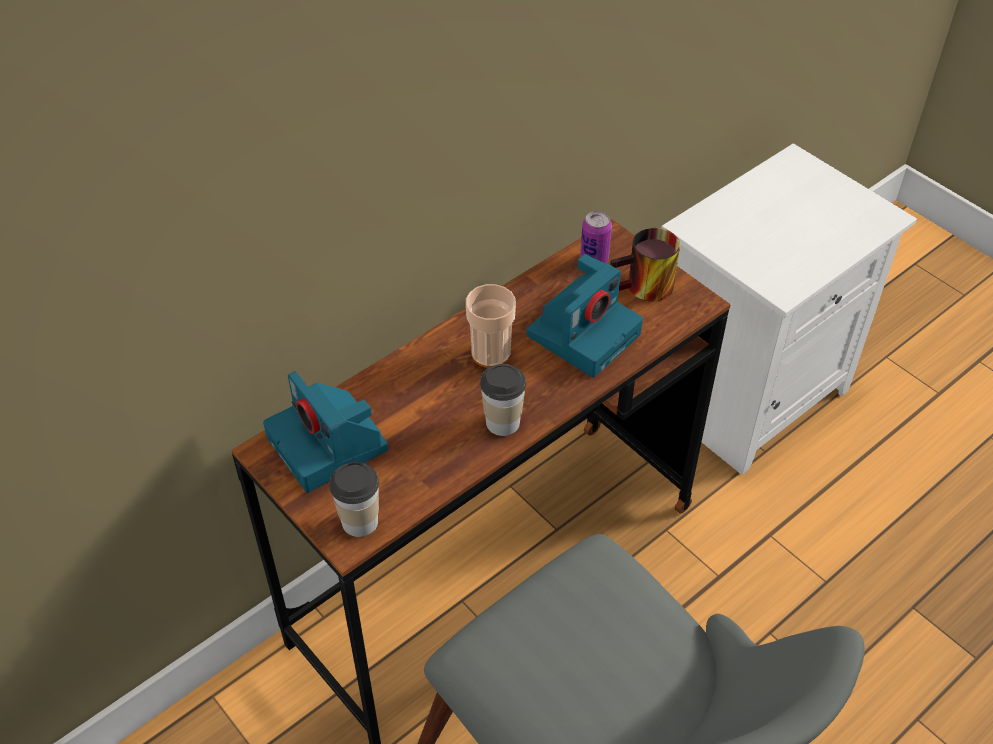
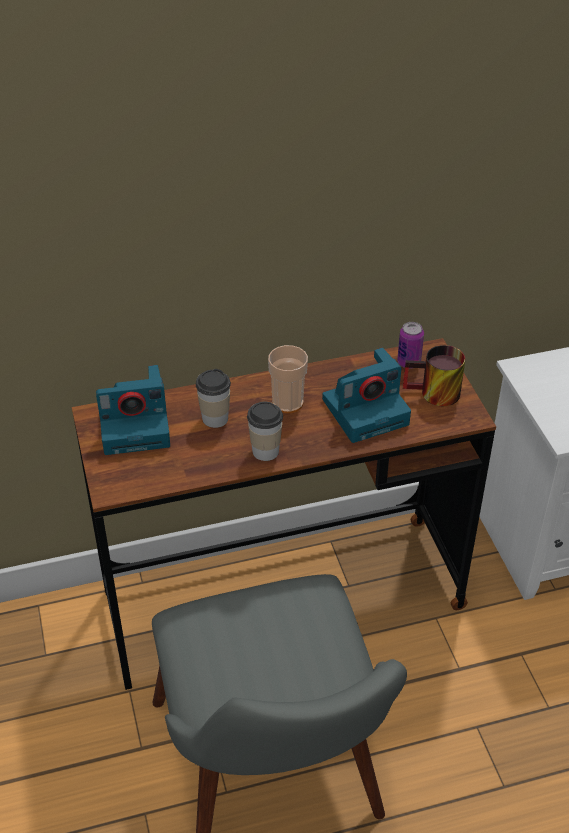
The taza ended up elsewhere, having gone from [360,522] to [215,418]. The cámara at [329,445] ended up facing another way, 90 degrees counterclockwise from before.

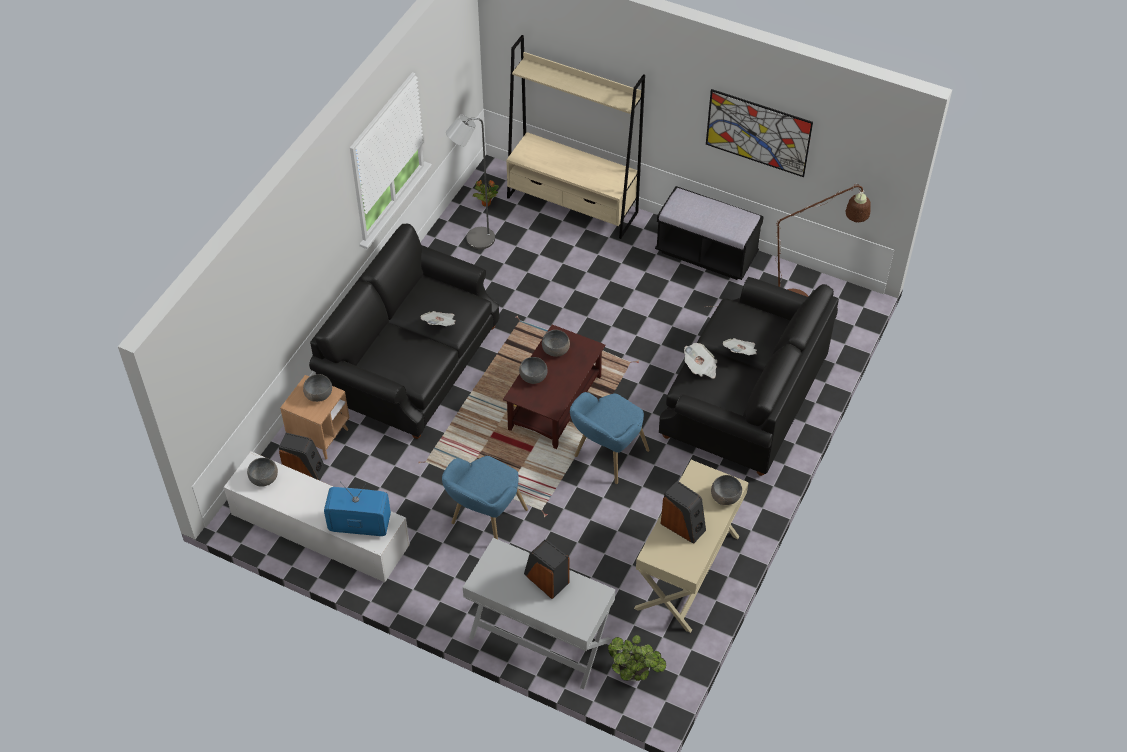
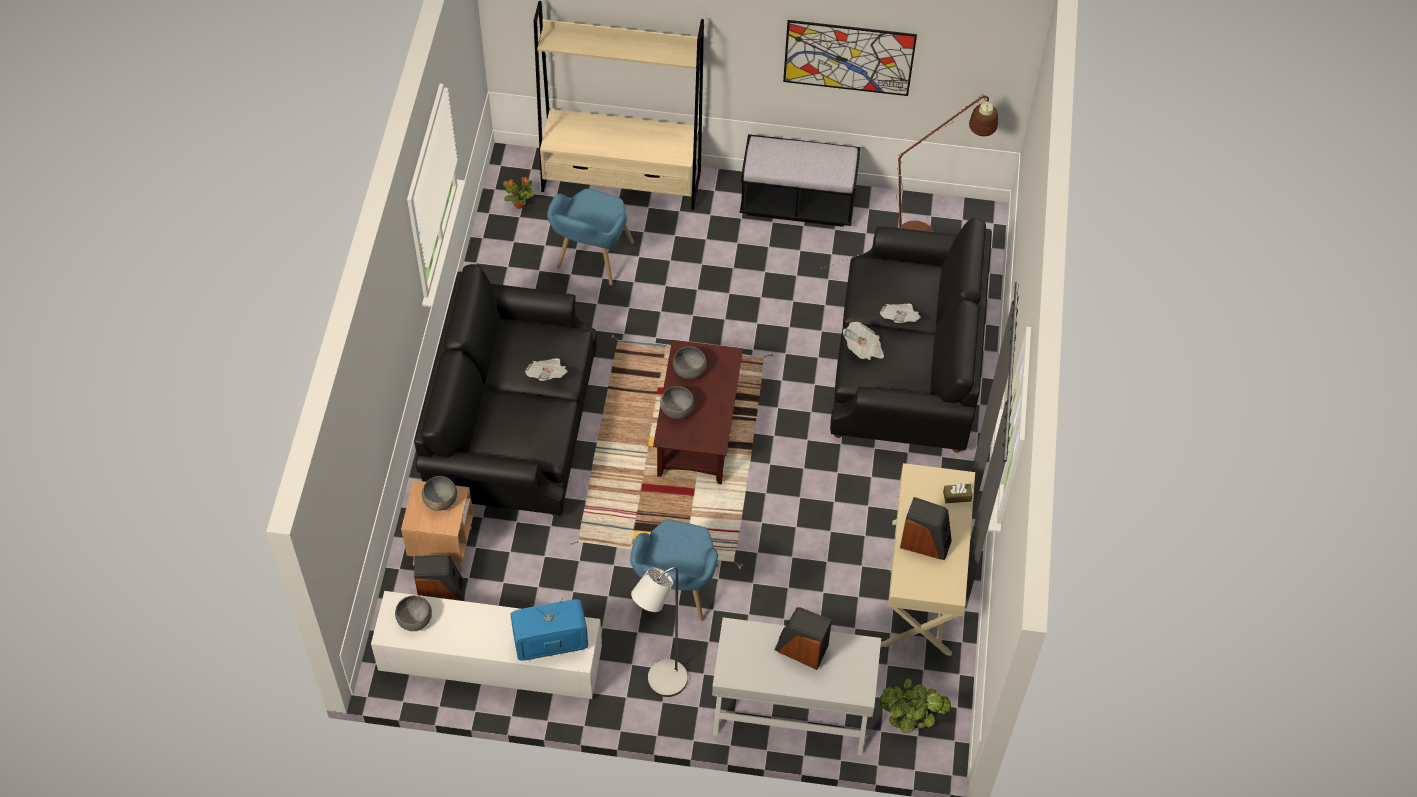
The lámpara de pie [gris] ended up elsewhere, having gone from [475,240] to [661,683]. The sillón [azul] ended up elsewhere, having gone from [605,460] to [591,263]. Where the cuenco [gris] stood at [725,497], the caja de pañuelos [marrón] came to stand at [957,496].

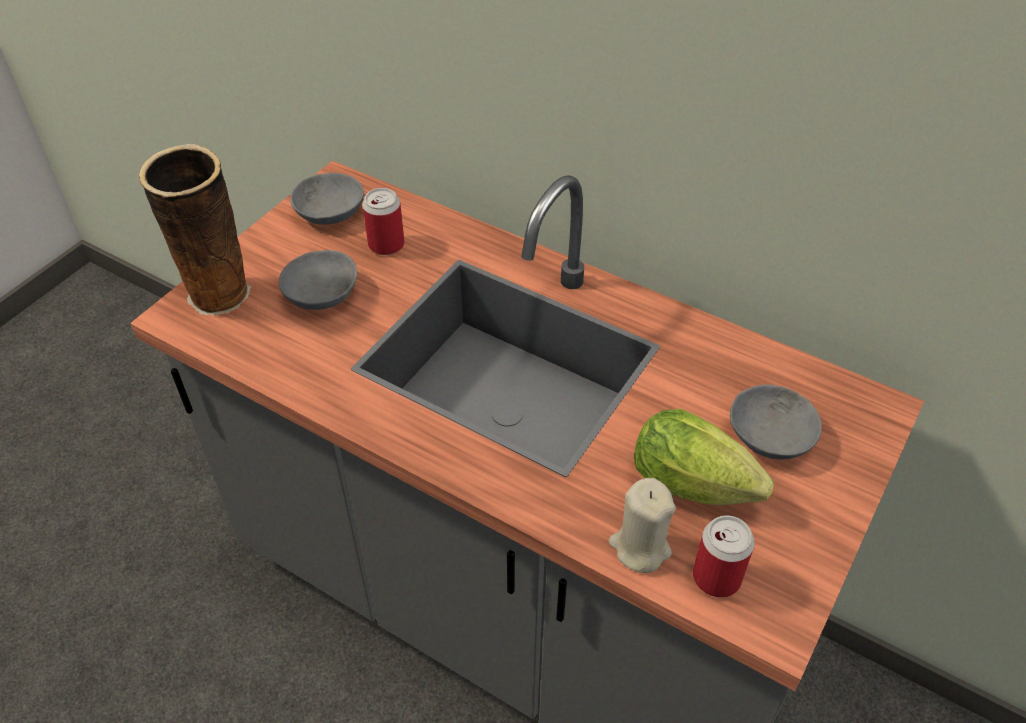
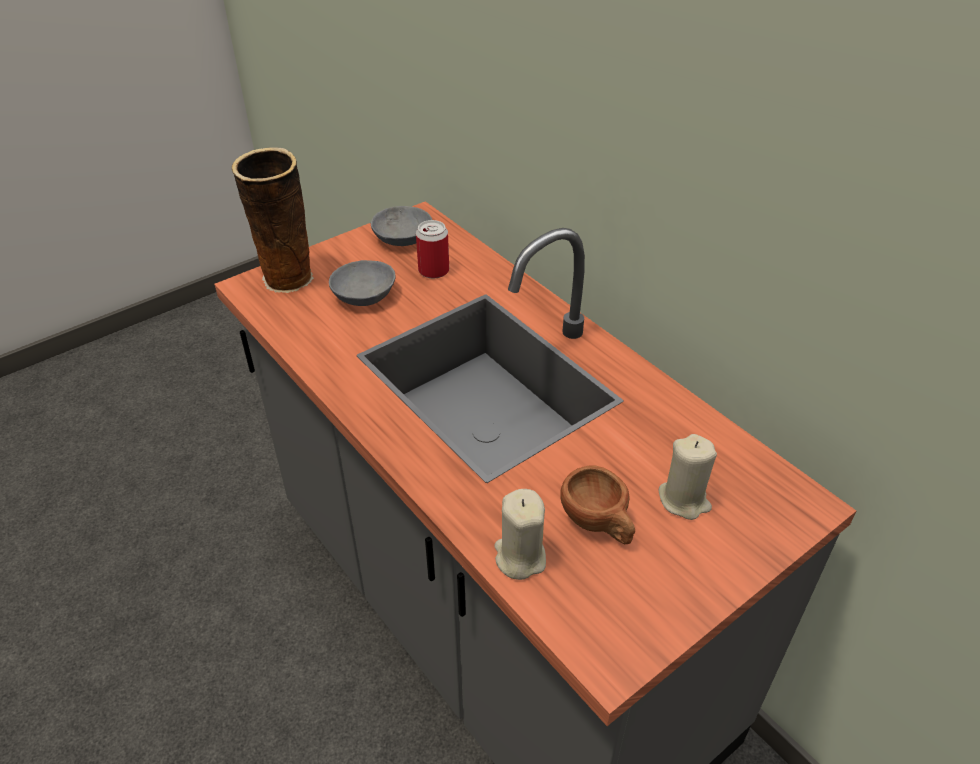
The second view lost the lata at [716,577]. Where the lechuga stood at [699,487], the taza [marrón] came to stand at [598,524]. Where the cuenco [gris] stood at [767,437], the vela [beis] came to stand at [684,500].

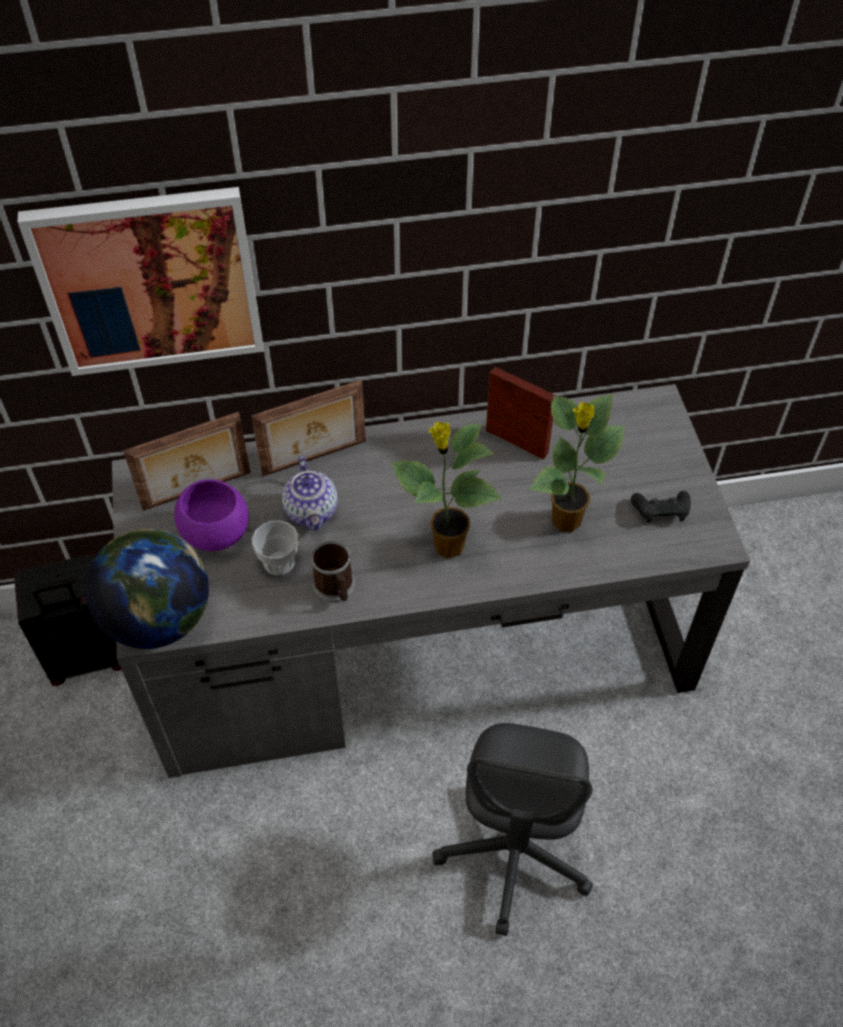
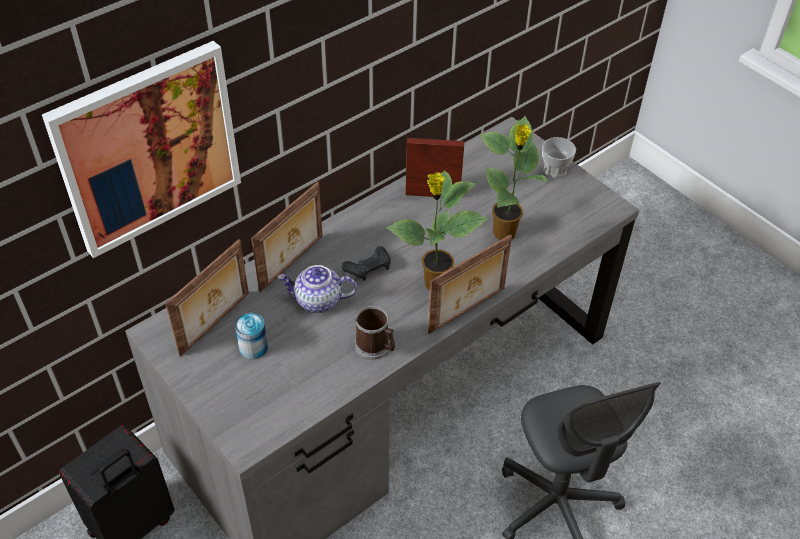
The second view lost the globo terráqueo at [159,618]. The second view gained the portarretratos at [467,311]. The taza ended up elsewhere, having gone from [279,562] to [555,170]. The mando de consola [negro] ended up elsewhere, having gone from [661,511] to [368,268]. Where the cuenco [morado] stood at [216,533], the lata came to stand at [253,347]. The tetera at [312,511] ended up facing another way, 135 degrees clockwise from before.

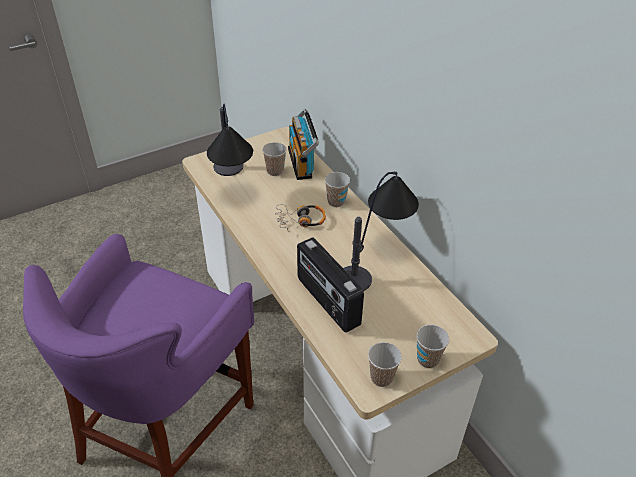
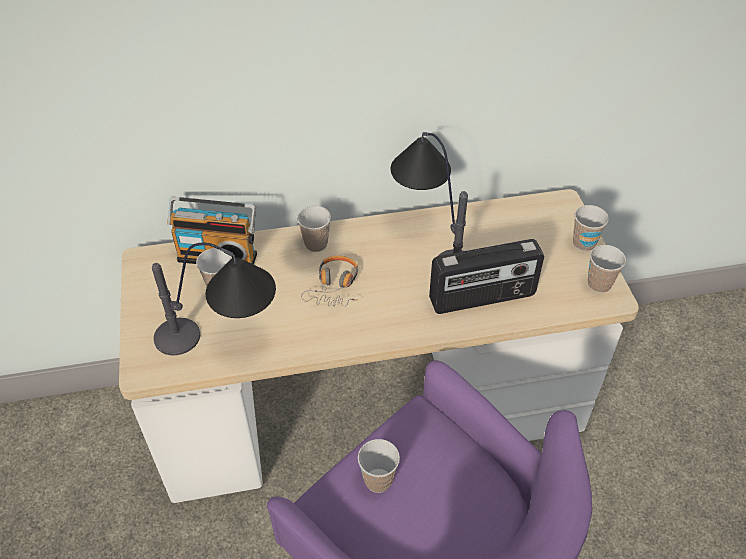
The second view gained the taza at [378,480].

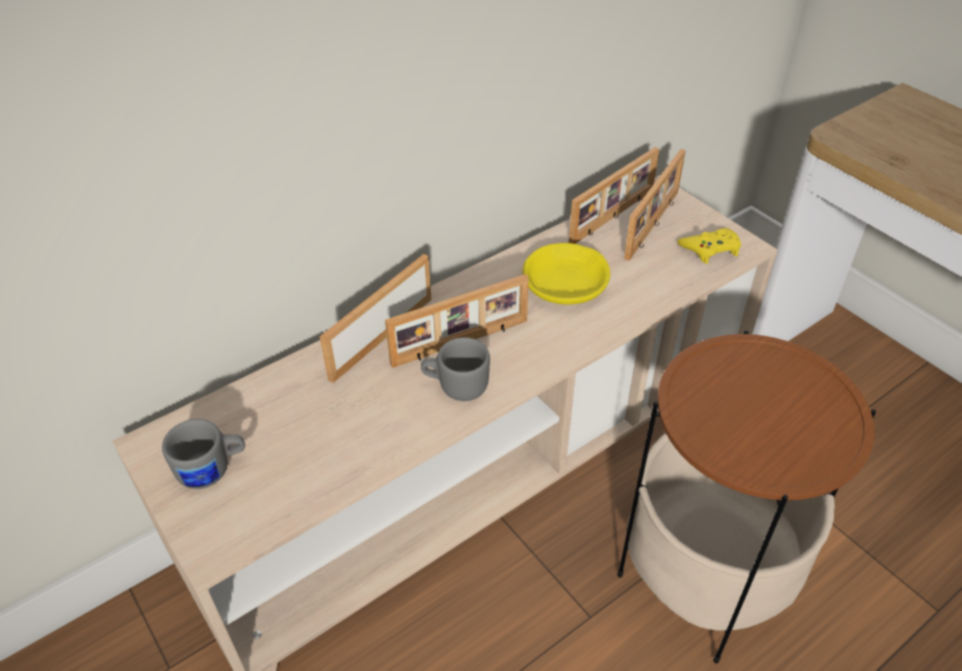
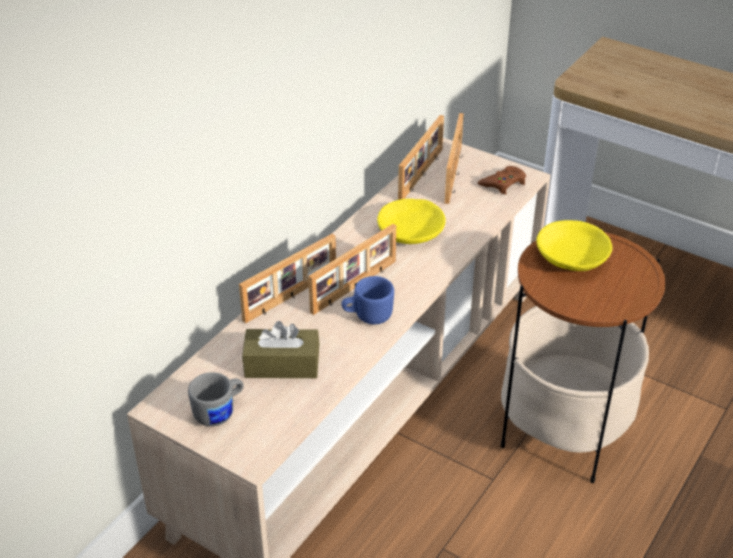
The second view gained the caja de pañuelos [marrón] at [282,365]. The second view gained the cuenco [amarillo] at [572,257]. What was the taza grande [gris] at [456,386] turned into the taza grande [azul] at [367,316]. What was the mando de consola [amarillo] at [710,249] turned into the mando de consola [marrón] at [503,183]. The portarretratos at [380,337] ended up facing another way, 150 degrees counterclockwise from before.

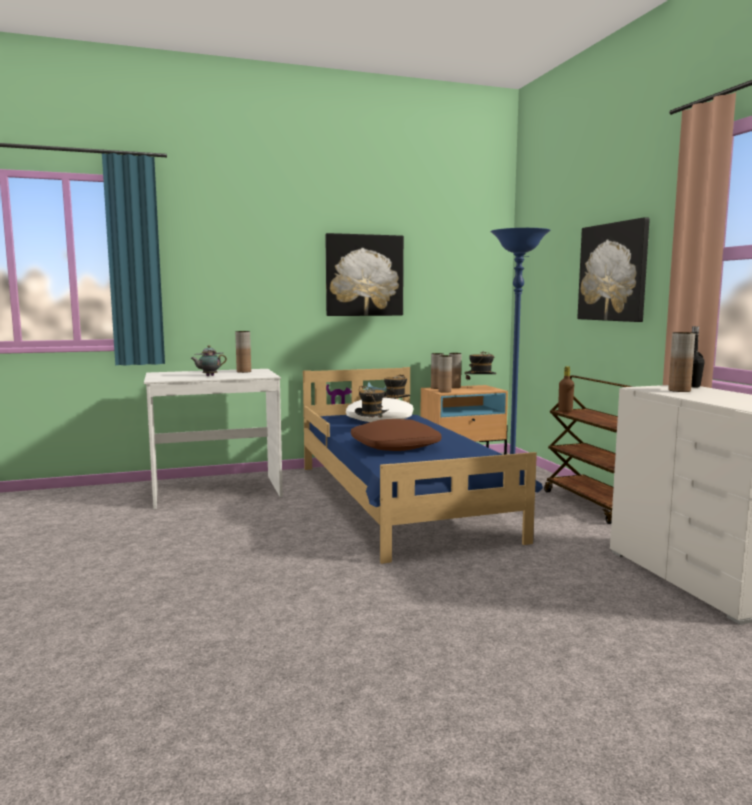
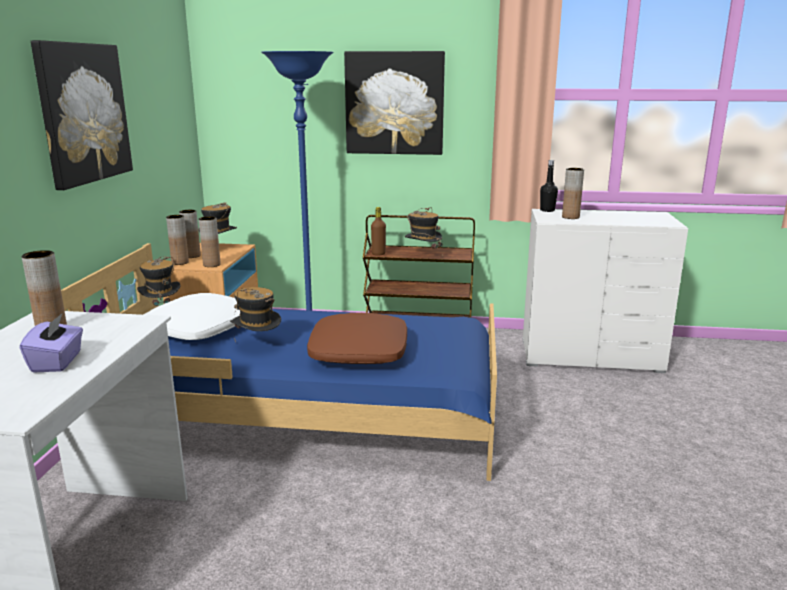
The second view gained the sombrero at [423,256]. Where the tetera stood at [208,376], the caja de pañuelos [morado] came to stand at [57,362].

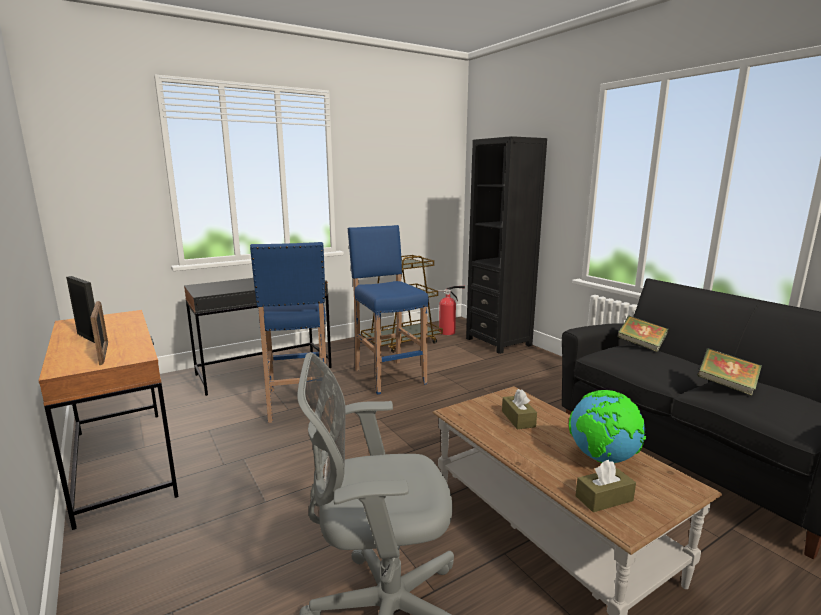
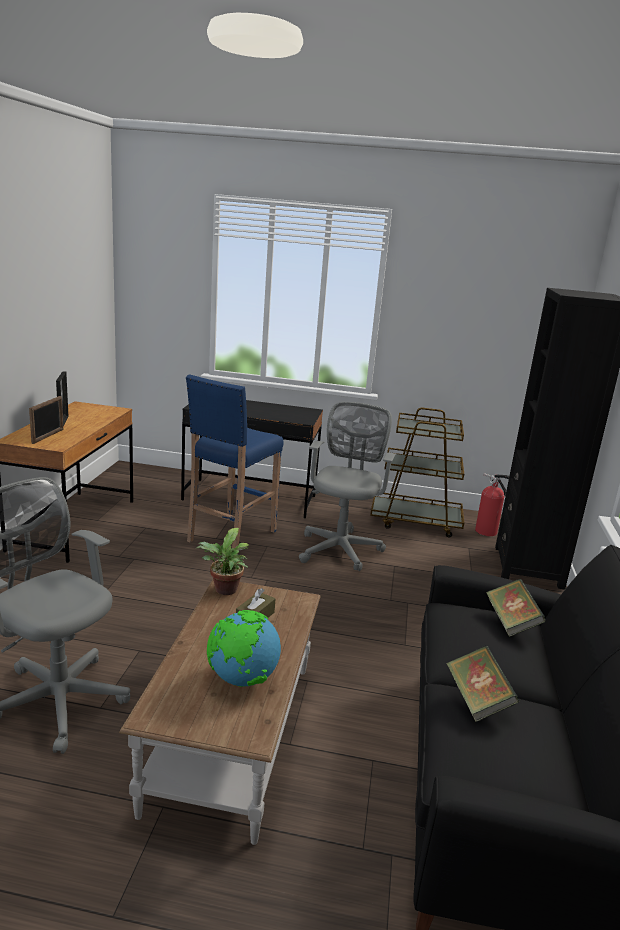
The second view lost the caja de pañuelos [marrón] at [604,498]. The second view gained the planta en maceta at [224,591]. Where the taburete [azul] stood at [388,376], the silla de oficina [gris] came to stand at [341,548].

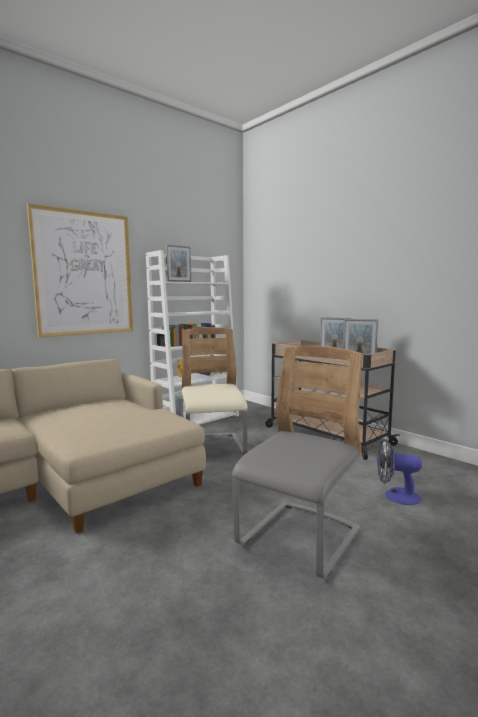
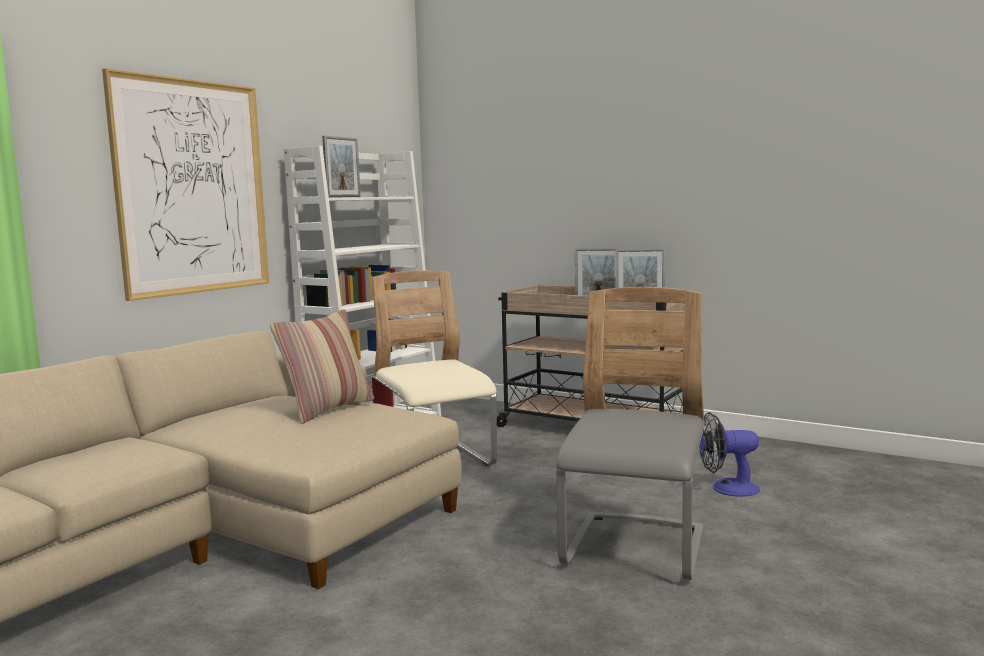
The second view gained the cojín at [328,409].

